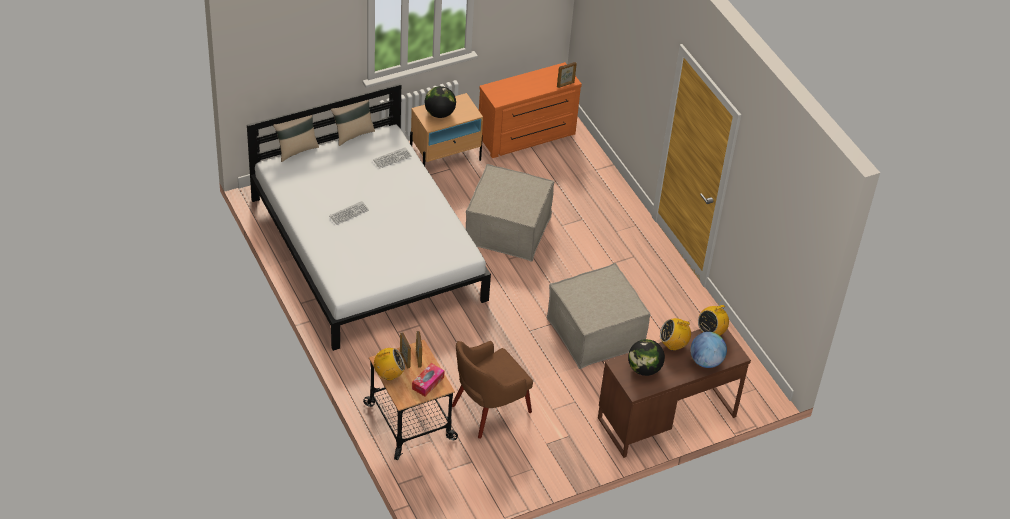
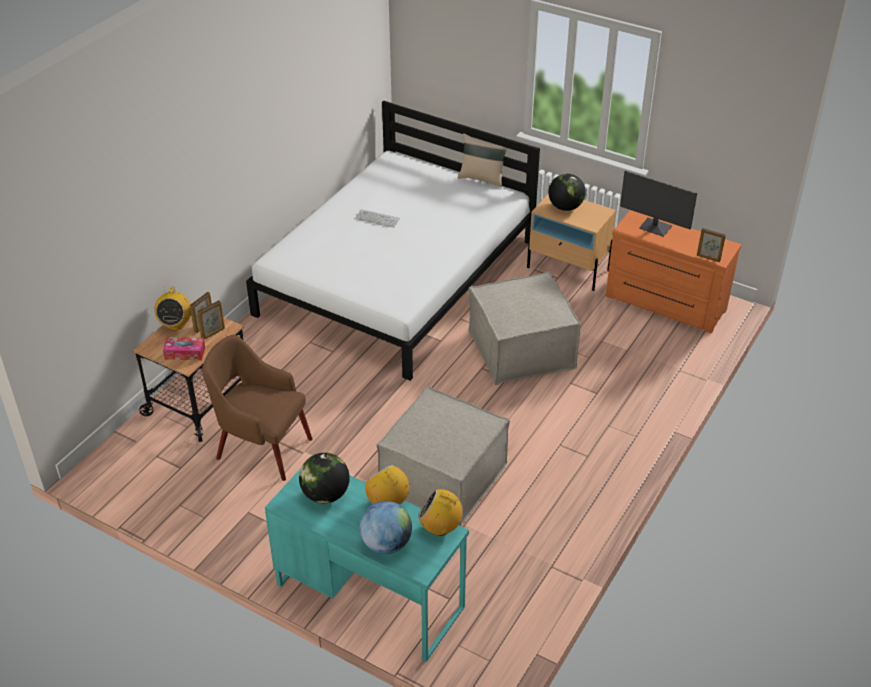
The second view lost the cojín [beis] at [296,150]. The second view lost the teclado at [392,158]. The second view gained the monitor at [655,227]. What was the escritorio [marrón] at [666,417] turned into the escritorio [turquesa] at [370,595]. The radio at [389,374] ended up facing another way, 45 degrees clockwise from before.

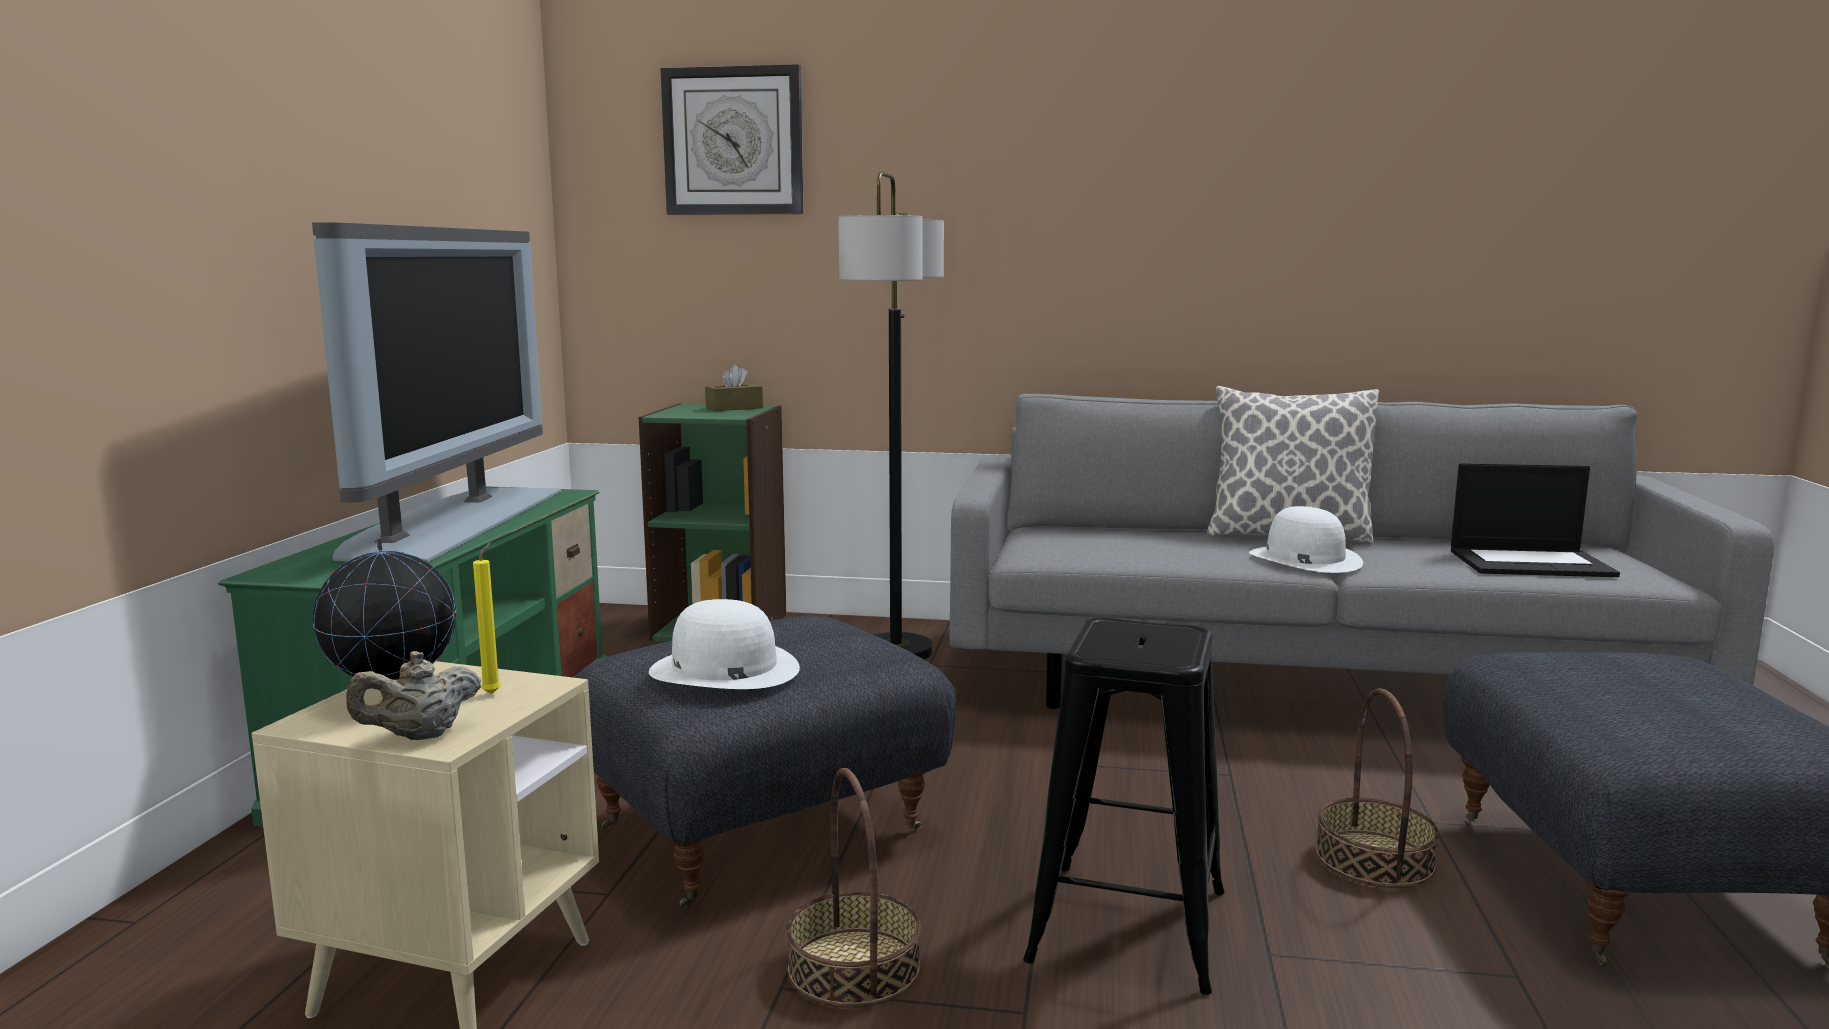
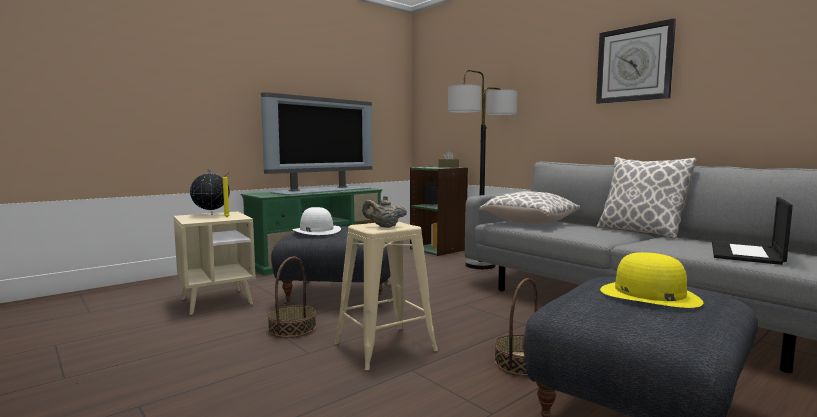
The second view lost the sombrero [blanco] at [1304,558]. The second view gained the cojín at [529,223]. The second view gained the sombrero [amarillo] at [648,295]. The tetera [beis] ended up elsewhere, having gone from [420,736] to [384,227]. The reloj de pared ended up elsewhere, having gone from [733,141] to [634,64]. What was the taburete [negro] at [1128,925] turned into the taburete [beis] at [385,347]. The portátil at [1531,563] ended up facing another way, 75 degrees clockwise from before.

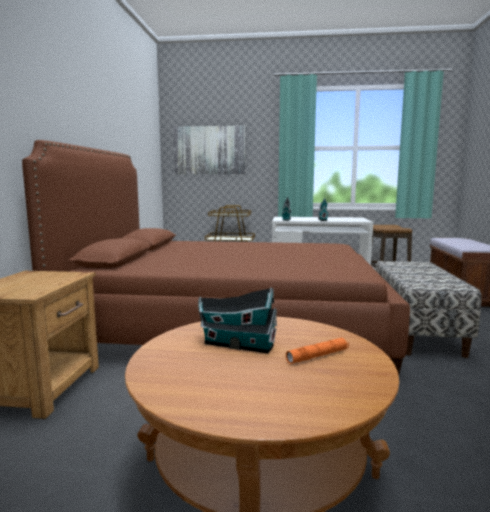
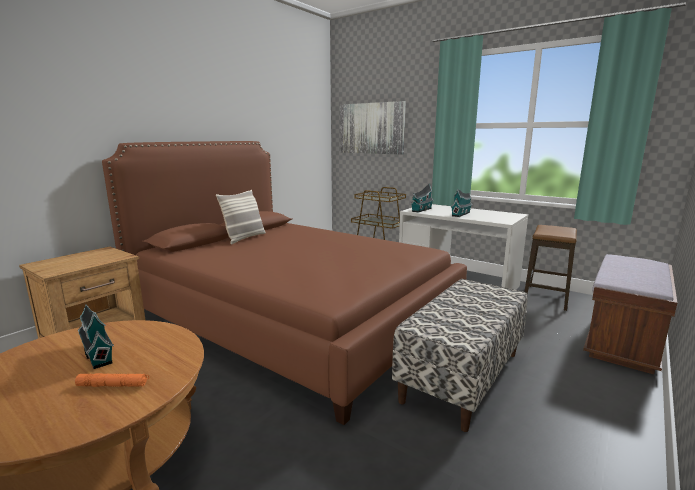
The second view gained the cojín at [244,238].

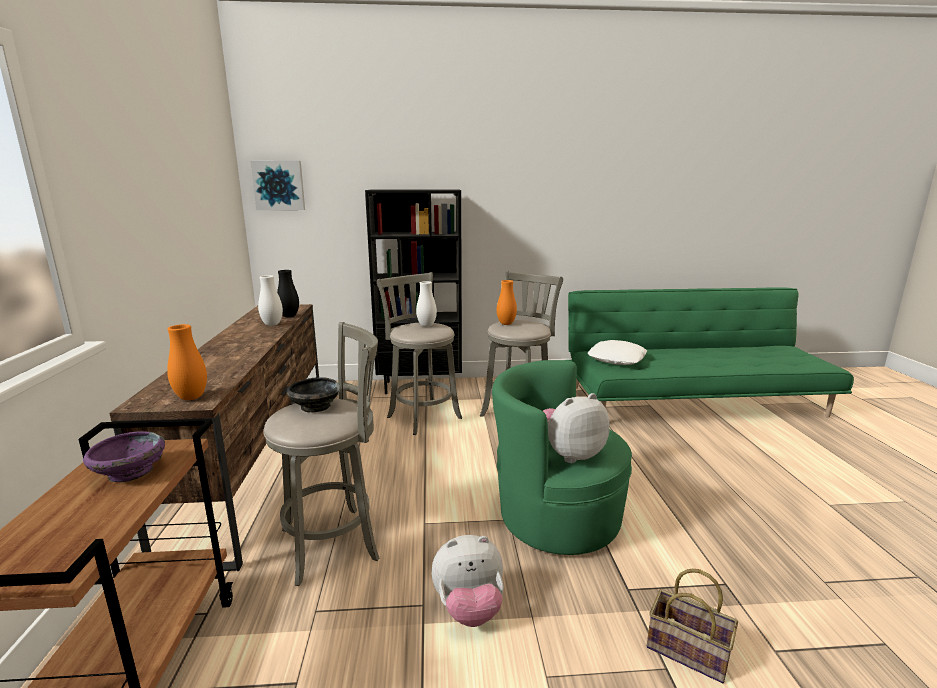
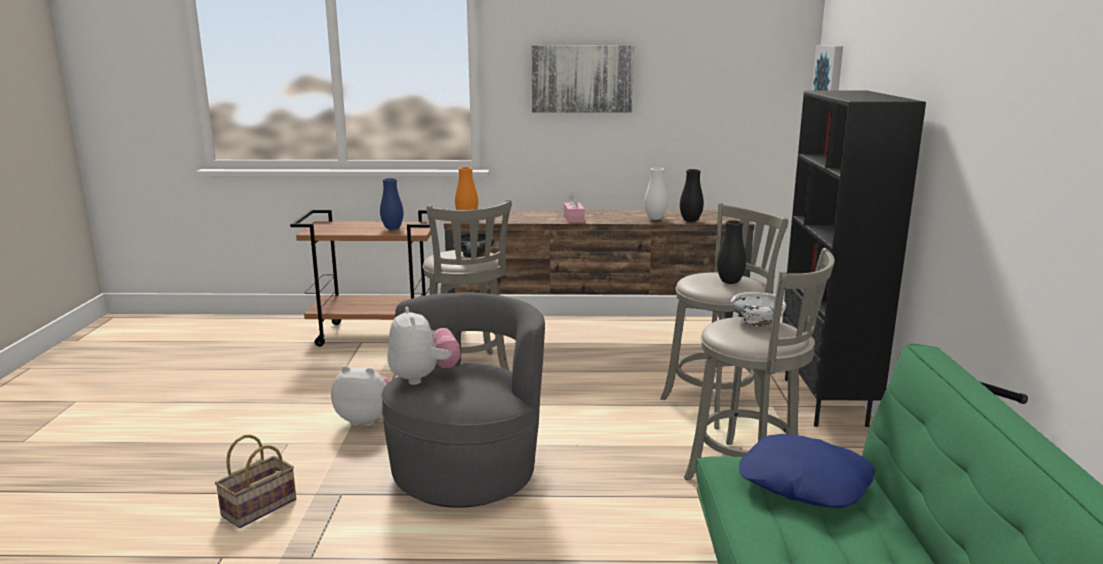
The second view gained the cuadro at [582,78]. The second view gained the caja de pañuelos [rosa] at [573,218]. Where the cuenco [morado] stood at [129,472], the florero [azul] came to stand at [392,228]. Where the florero [naranja] stood at [506,324], the cuenco [blanco] came to stand at [757,321]. What was the florero [blanco] at [426,325] turned into the florero [negro] at [730,282]. What was the sillón [verde] at [556,516] turned into the sillón [gris] at [466,471]. What was the cojín [blanco] at [617,359] turned into the cojín [azul] at [804,483]. The peluche at [469,609] ended up facing another way, 105 degrees clockwise from before.

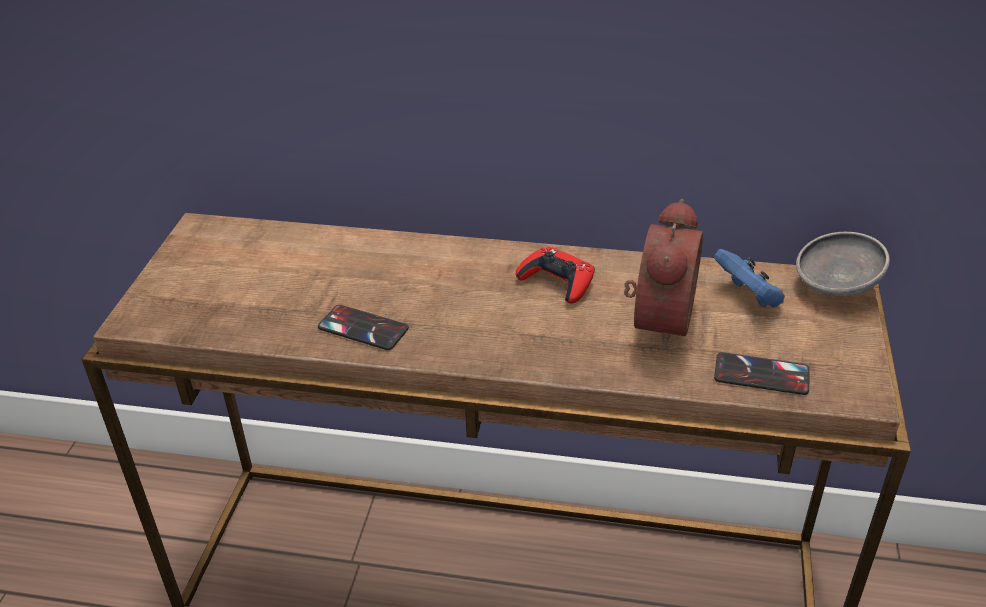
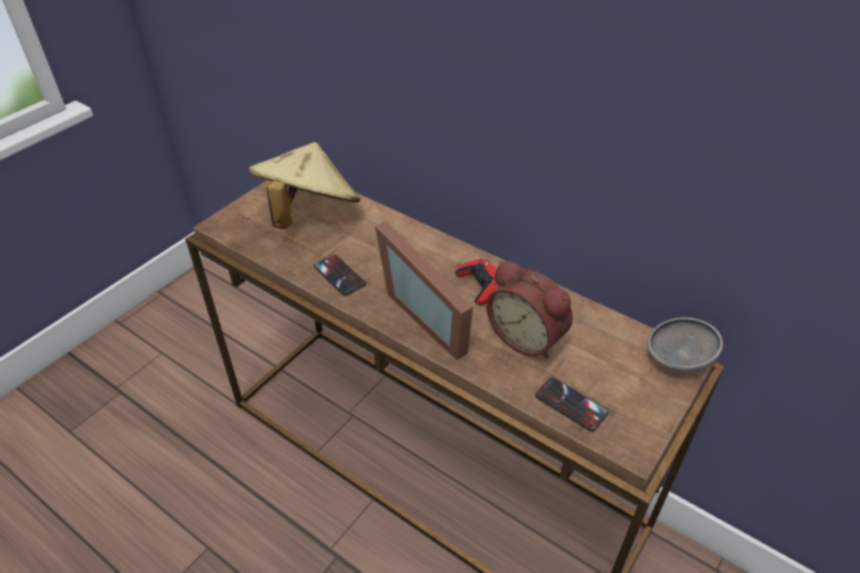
The second view lost the mando de consola [azul] at [748,297]. The second view gained the sombrero [beis] at [308,214]. The second view gained the portarretratos at [431,314]. The despertador at [657,320] ended up facing another way, 90 degrees clockwise from before.

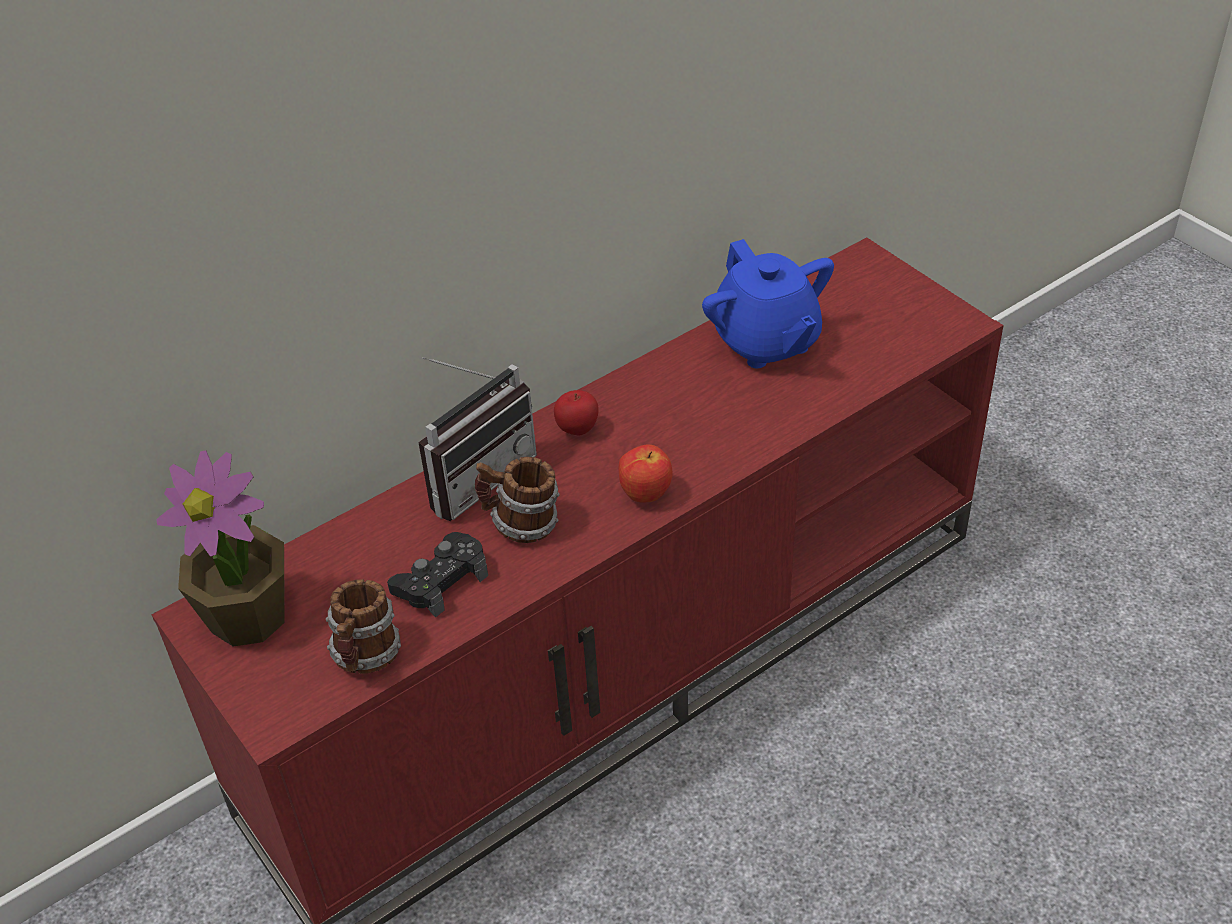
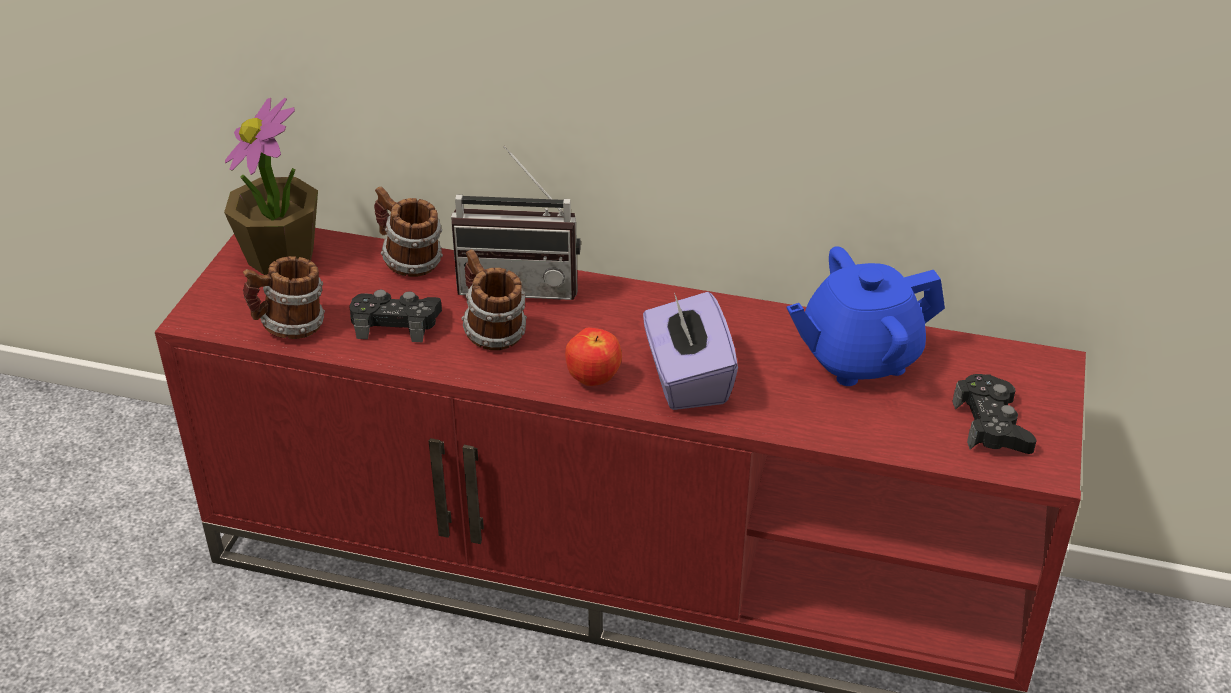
The second view lost the manzana at [577,430]. The second view gained the taza grande at [409,262]. The second view gained the caja de pañuelos [morado] at [686,378]. The second view gained the mando de consola [negro] at [992,425]. The tetera [azul] at [766,342] ended up facing another way, 45 degrees clockwise from before.

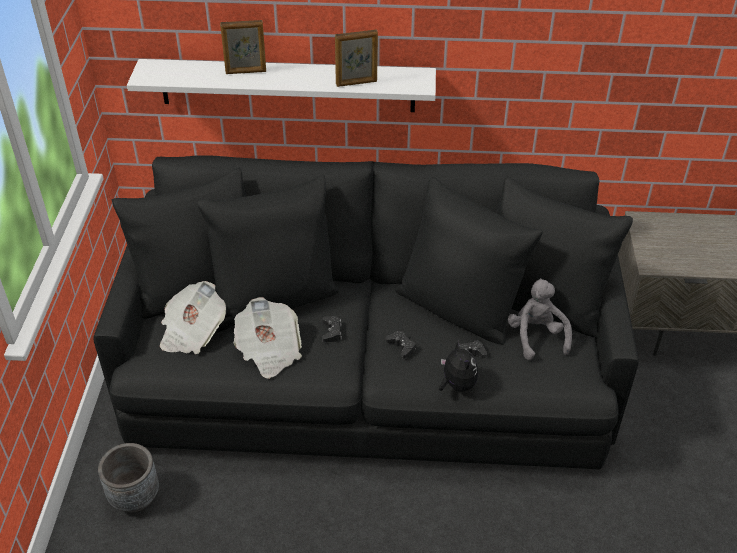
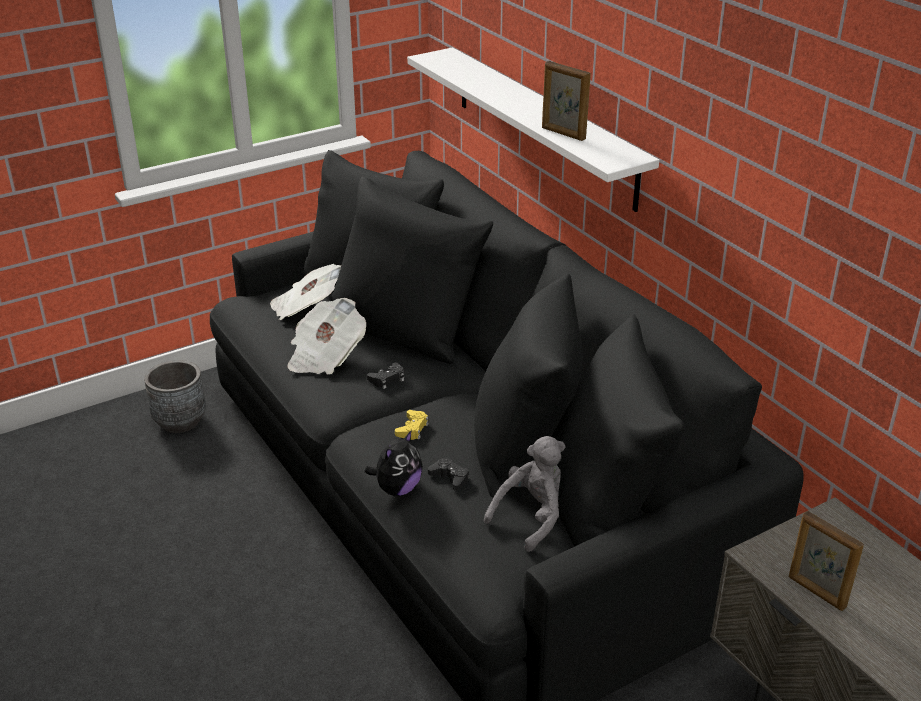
The portarretratos ended up elsewhere, having gone from [246,72] to [816,592]. What was the mando de consola [negro] at [401,346] turned into the mando de consola [amarillo] at [412,429].

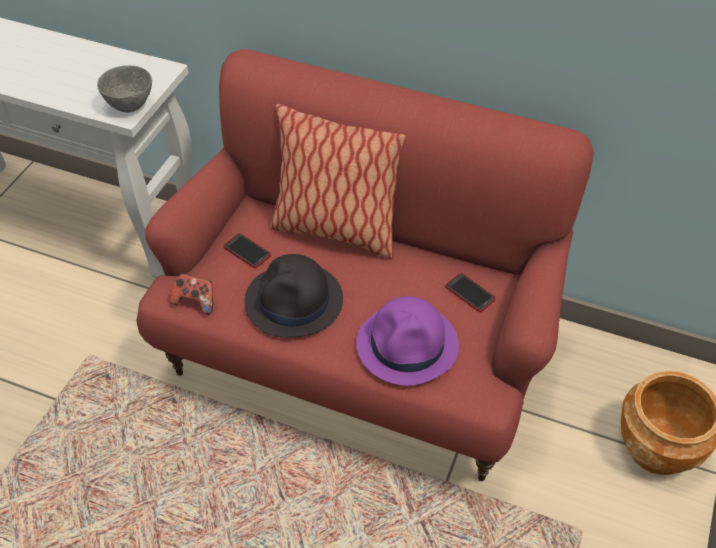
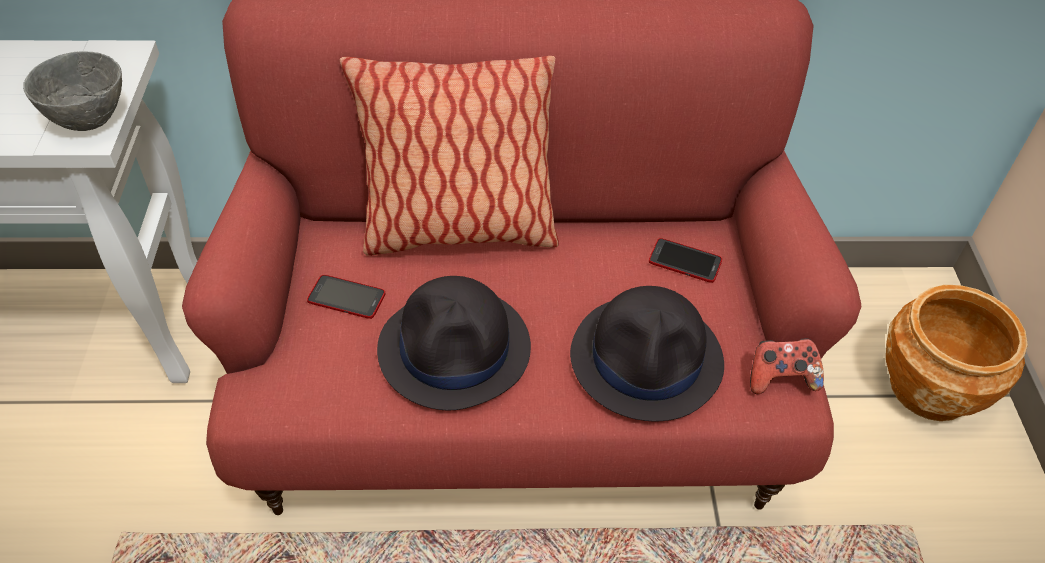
The mando de consola ended up elsewhere, having gone from [195,301] to [780,378]. What was the sombrero [morado] at [408,345] turned into the sombrero [negro] at [647,358].

